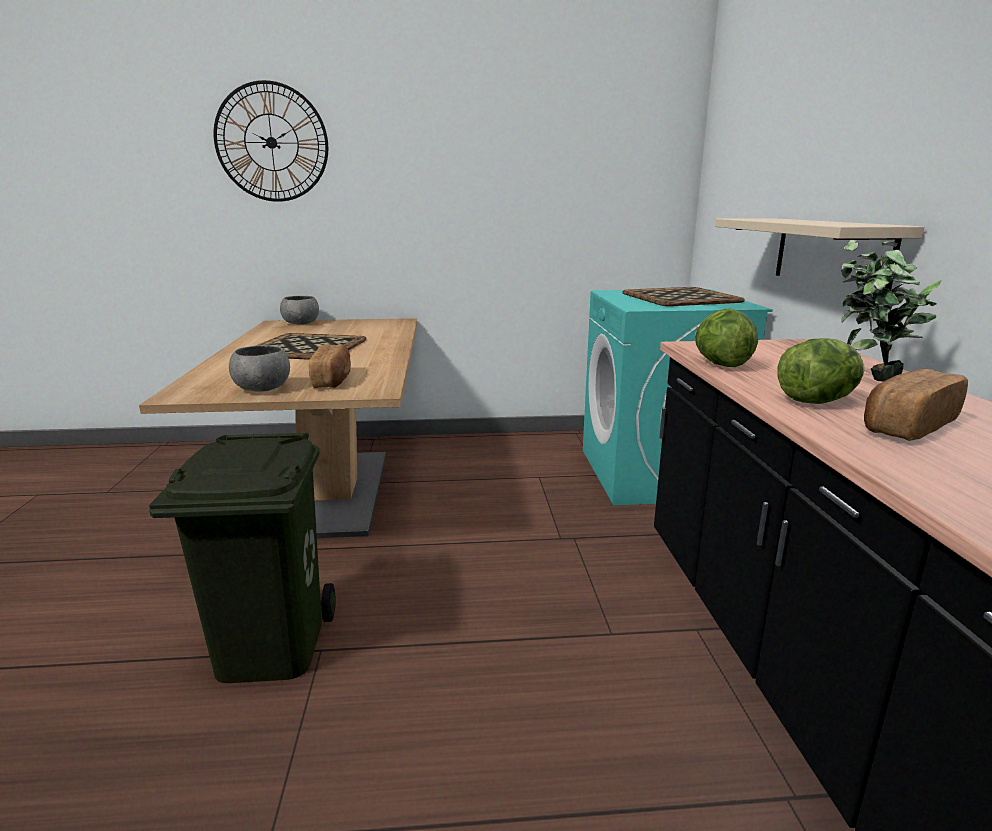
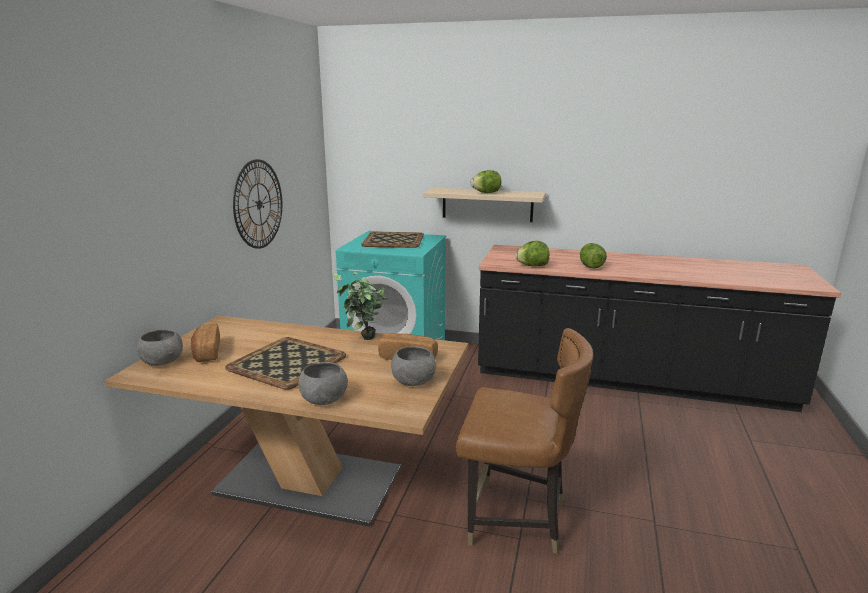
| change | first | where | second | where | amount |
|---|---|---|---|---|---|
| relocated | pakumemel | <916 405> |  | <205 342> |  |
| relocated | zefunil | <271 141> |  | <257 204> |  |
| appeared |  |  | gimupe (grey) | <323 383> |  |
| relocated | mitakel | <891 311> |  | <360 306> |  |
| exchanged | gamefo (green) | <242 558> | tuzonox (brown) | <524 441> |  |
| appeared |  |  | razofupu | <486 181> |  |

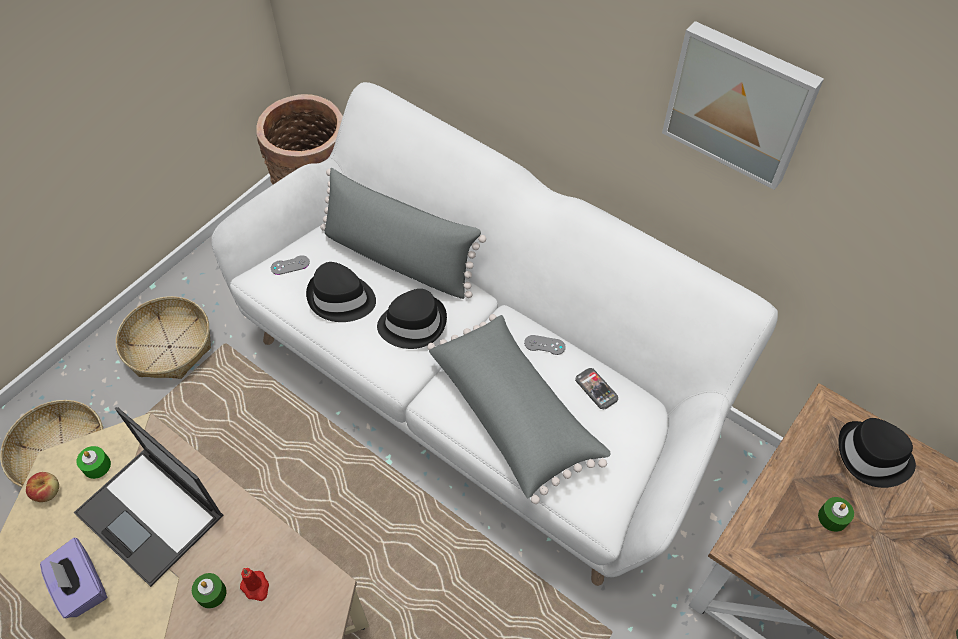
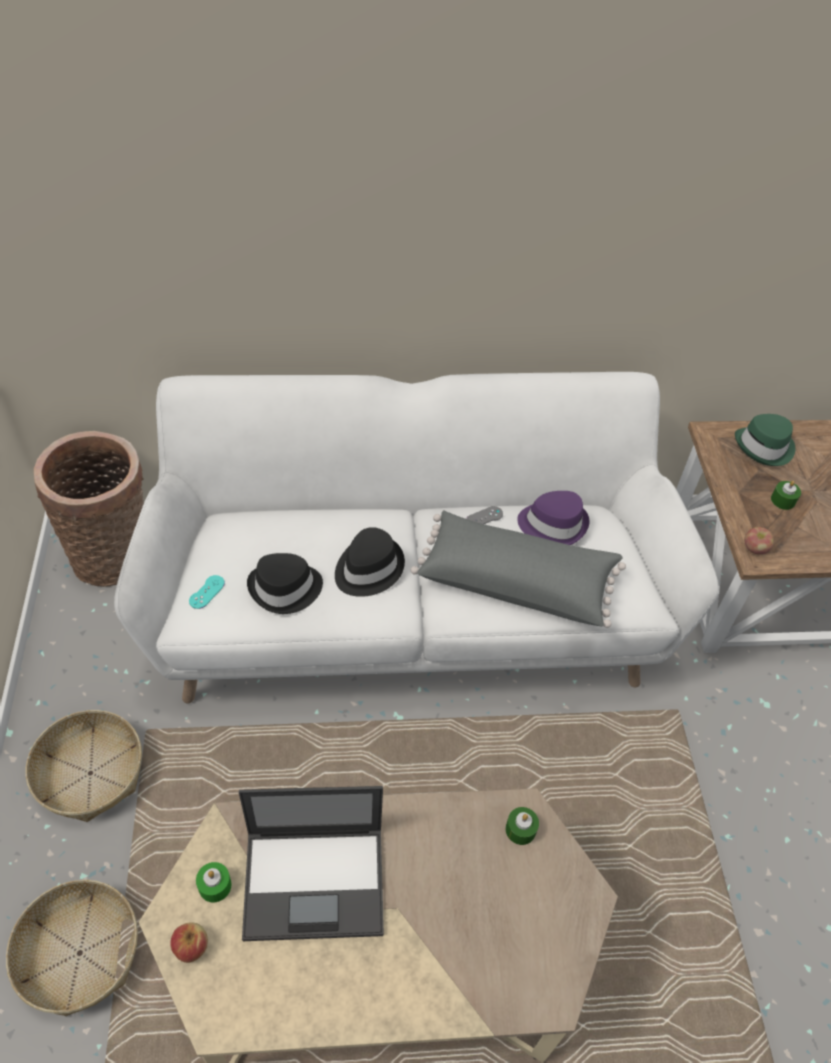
| change | first | where | second | where | amount |
|---|---|---|---|---|---|
| colour | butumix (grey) | <290 265> | butumix (turquoise) | <207 592> |  |
| relocated | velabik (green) | <209 591> |  | <522 826> |  |
| exchanged | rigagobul | <596 388> | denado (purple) | <553 518> |  |
| colour | denado (black) | <877 453> | denado (green) | <765 440> |  |
| appeared |  |  | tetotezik | <759 540> |  |
| missing | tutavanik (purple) | <73 578> |  |  |  |
| missing | velabik (red) | <254 584> |  |  |  |
| missing | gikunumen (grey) | <403 233> |  |  |  |
| missing | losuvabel | <743 105> |  |  |  |

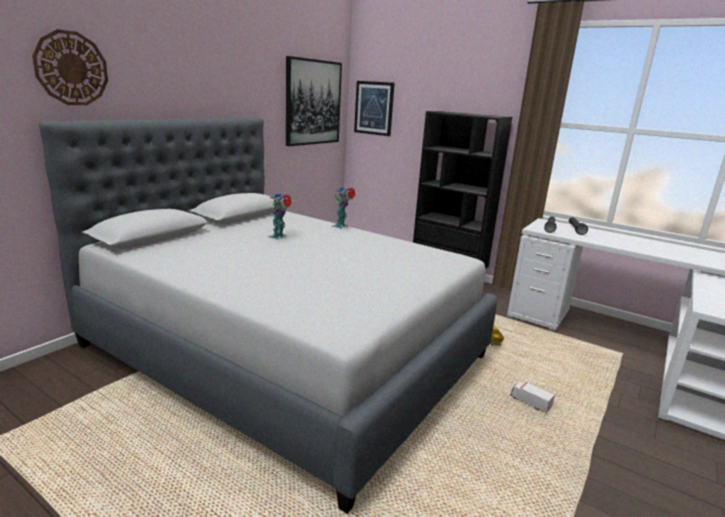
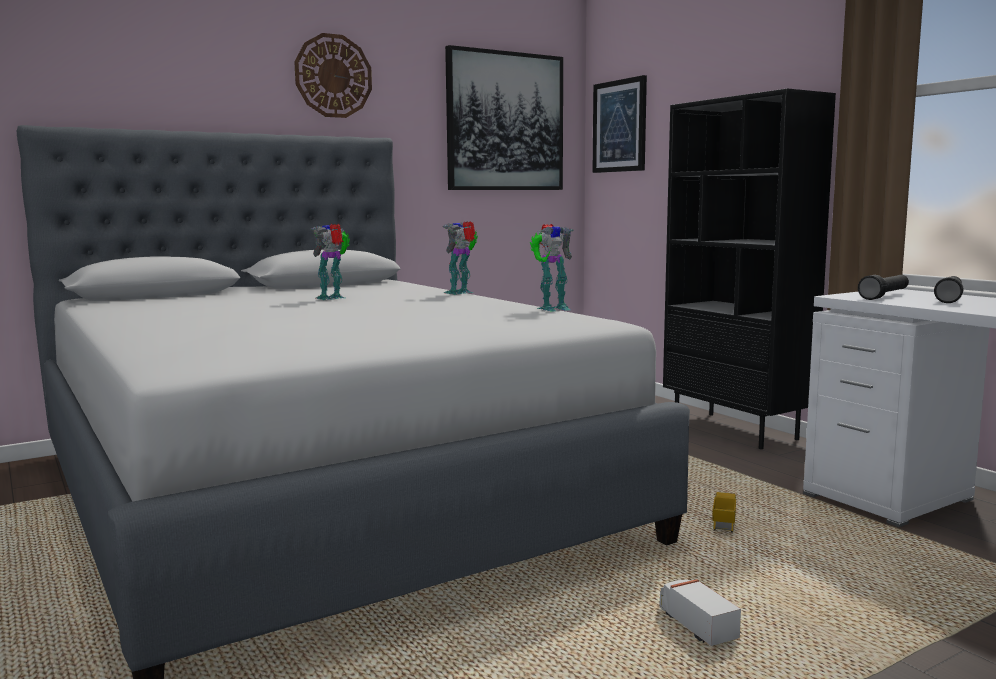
| change | first | where | second | where | amount |
|---|---|---|---|---|---|
| relocated | zefunil | <70 67> |  | <333 75> |  |
| appeared |  |  | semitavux | <552 267> |  |

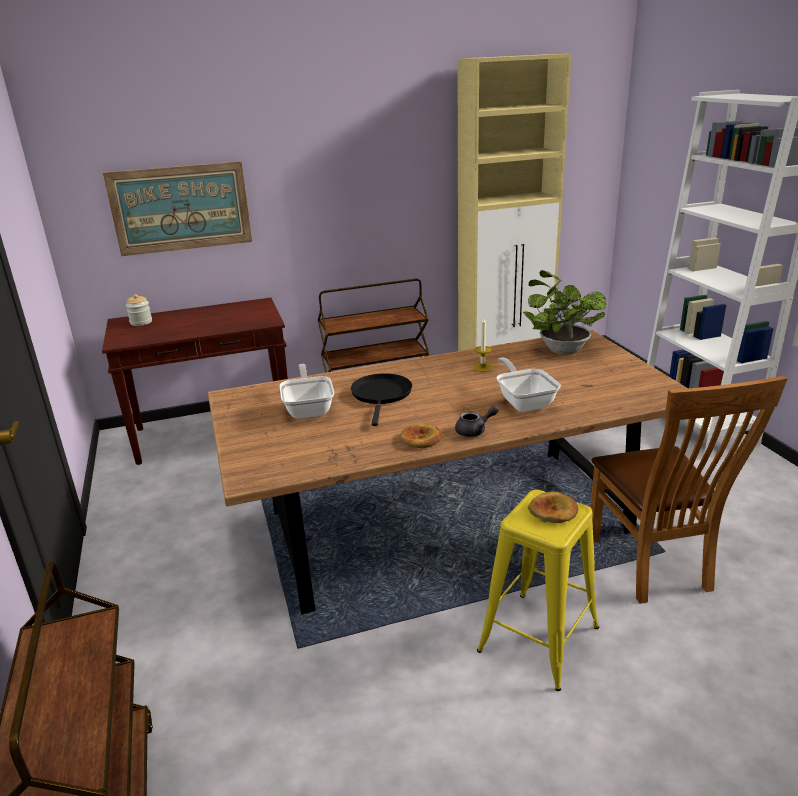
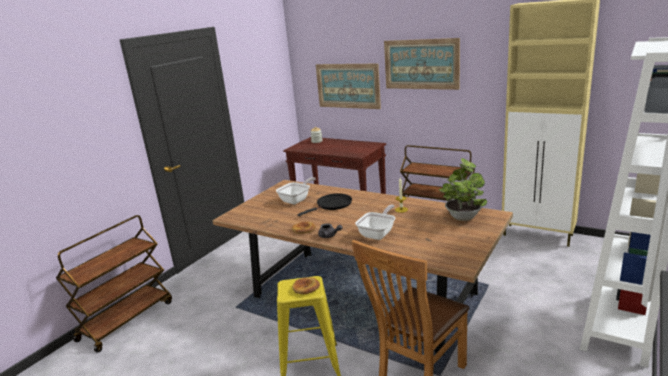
| change | first | where | second | where | amount |
|---|---|---|---|---|---|
| appeared |  |  | losuvabel | <422 64> |  |

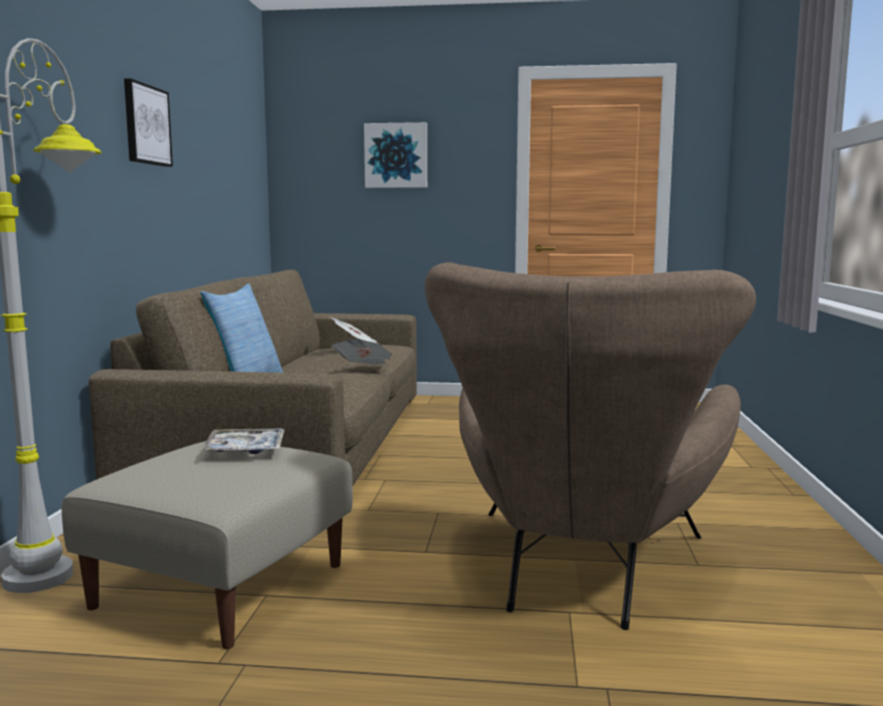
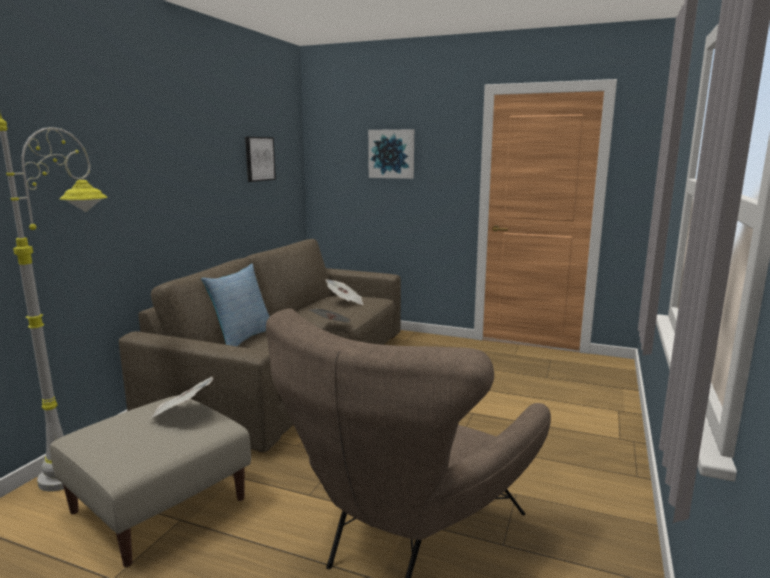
| change | first | where | second | where | amount |
|---|---|---|---|---|---|
| exchanged | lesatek | <243 441> | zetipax | <181 398> |  |
| relocated | losuvabel | <148 122> |  | <260 159> |  |

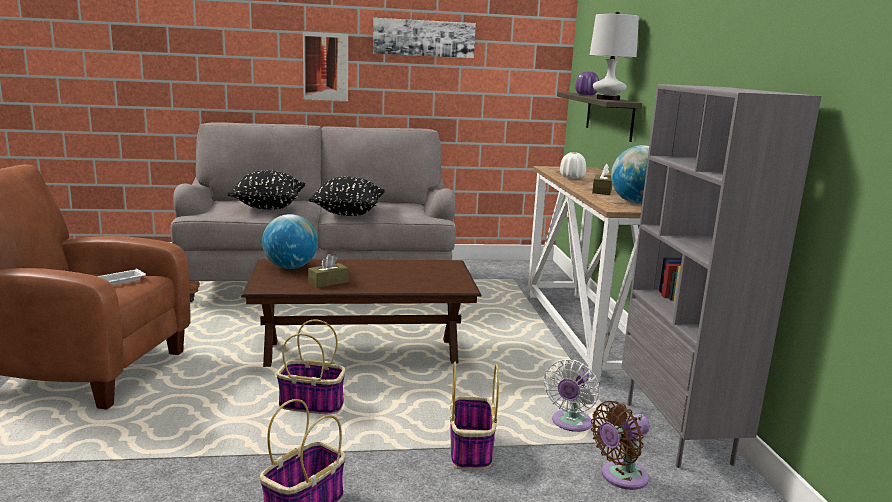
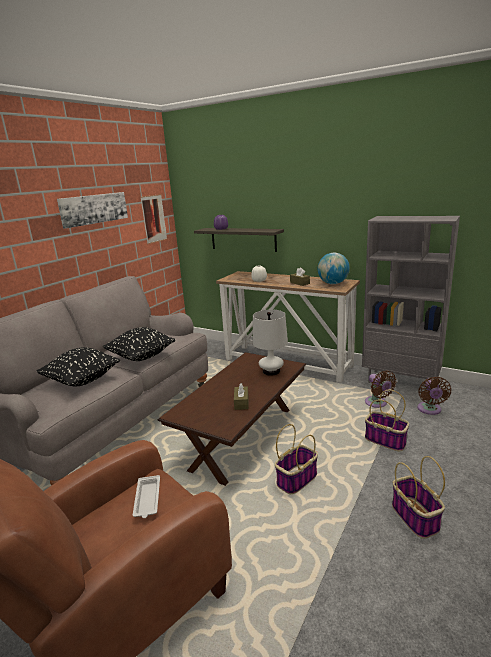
| change | first | where | second | where | amount |
|---|---|---|---|---|---|
| relocated | losuvabel | <325 66> |  | <153 219> |  |
| relocated | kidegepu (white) | <614 56> |  | <270 343> |  |
| colour | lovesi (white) | <571 395> | lovesi (brown) | <381 389> |  |
| missing | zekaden | <290 241> |  |  |  |

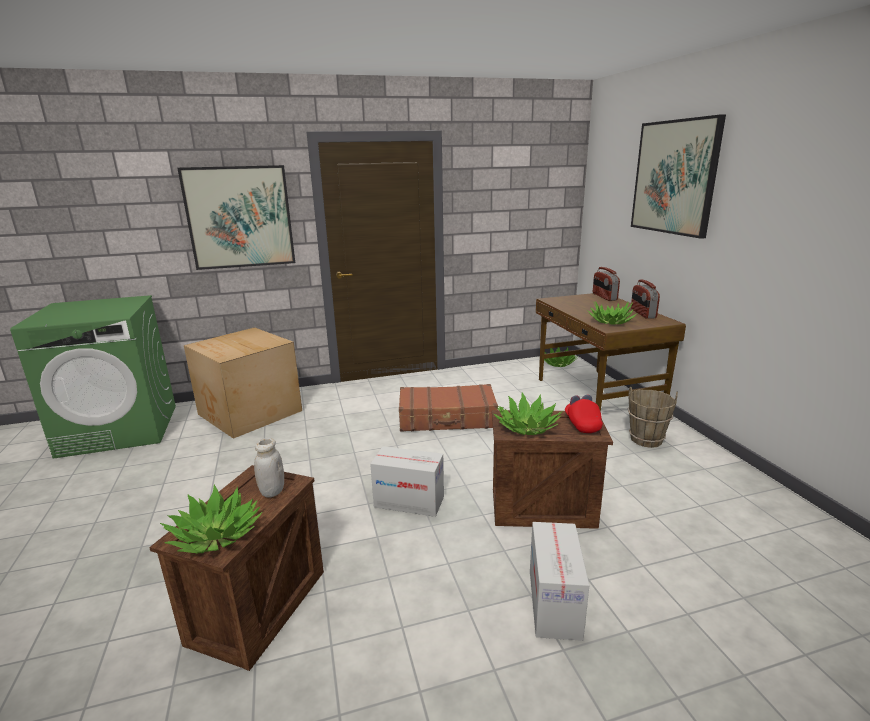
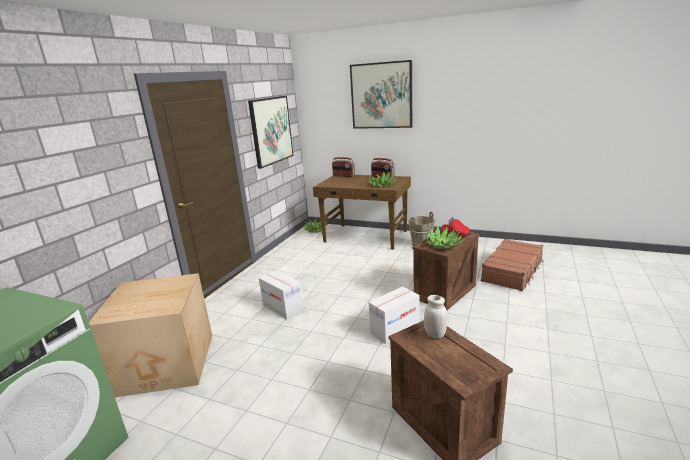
| change | first | where | second | where | amount |
|---|---|---|---|---|---|
| relocated | losuvabel | <236 217> |  | <271 132> |  |
| relocated | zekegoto | <559 581> |  | <281 294> |  |
| relocated | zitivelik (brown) | <448 408> |  | <512 265> |  |
| missing | mitakel | <211 519> |  |  |  |

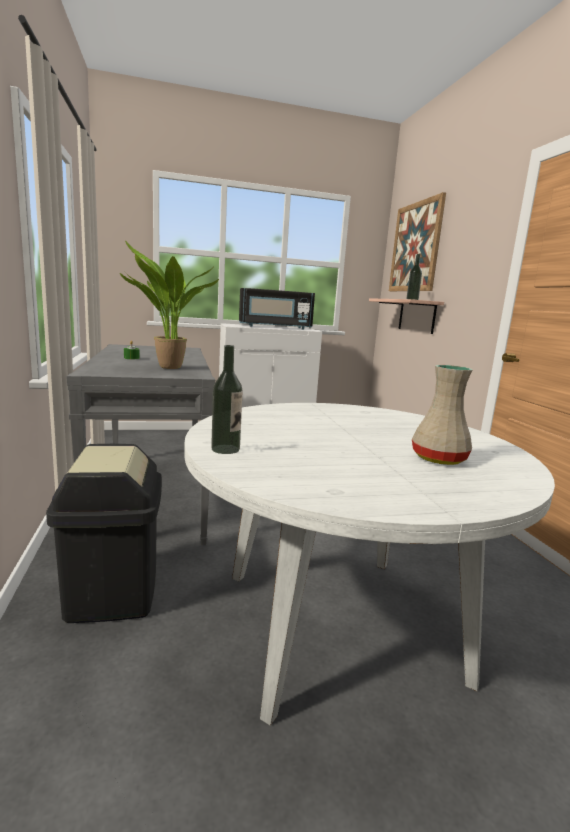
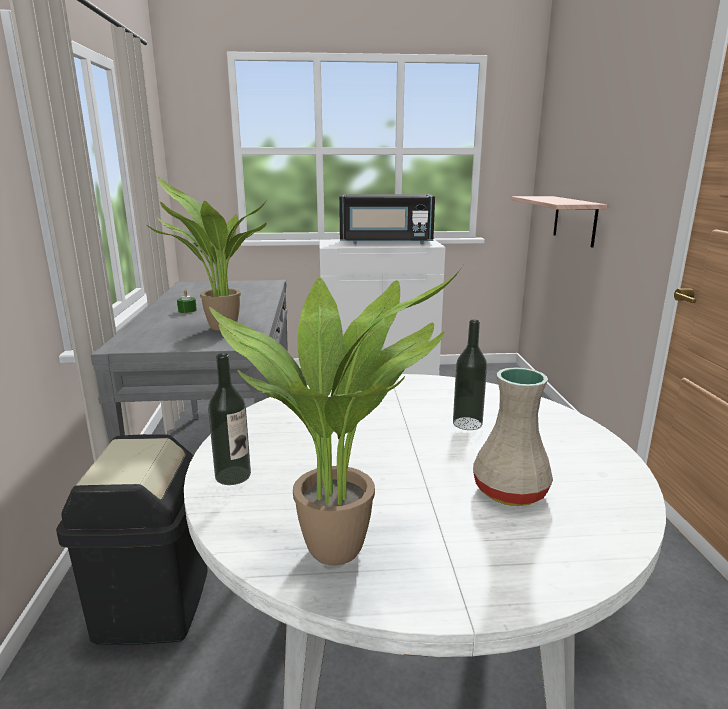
| change | first | where | second | where | amount |
|---|---|---|---|---|---|
| appeared |  |  | mitakel | <336 415> |  |
| relocated | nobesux | <414 277> |  | <470 375> |  |
| missing | losuvabel | <417 241> |  |  |  |

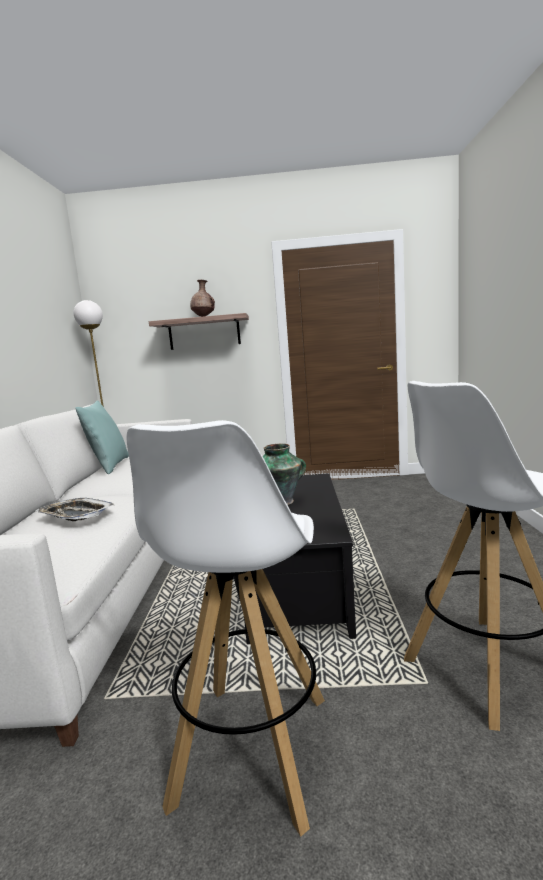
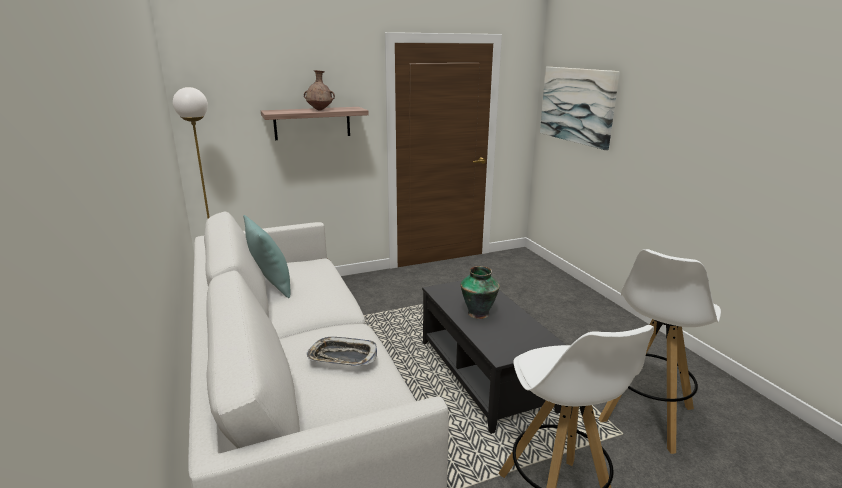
| change | first | where | second | where | amount |
|---|---|---|---|---|---|
| appeared |  |  | losuvabel | <580 108> |  |

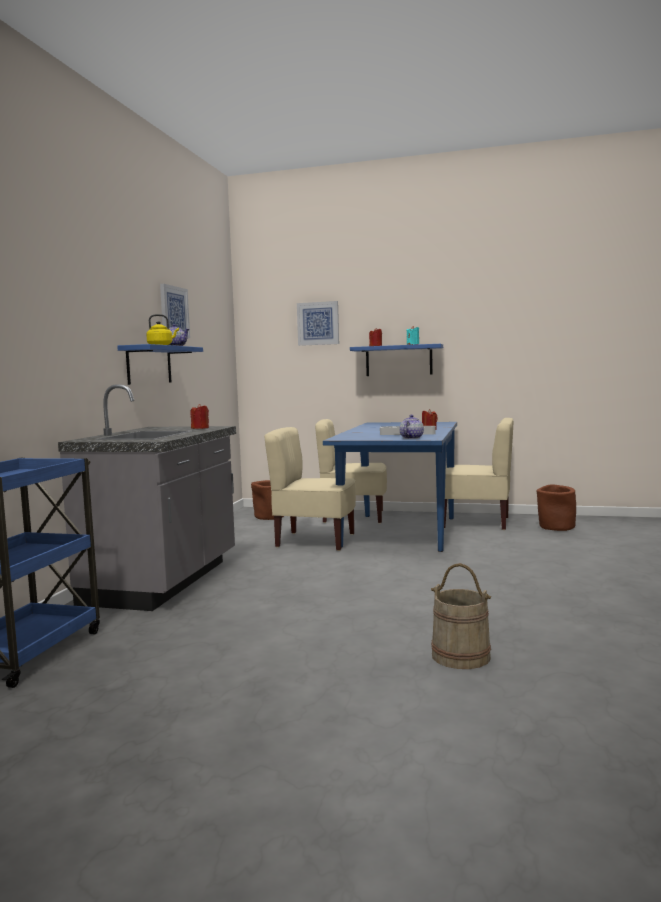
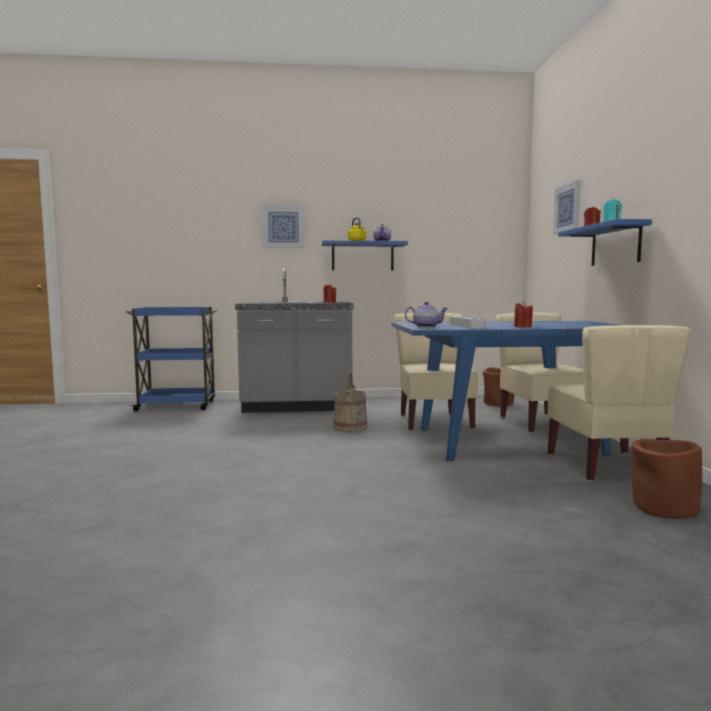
| change | first | where | second | where | amount |
|---|---|---|---|---|---|
| relocated | losuvabel | <175 311> |  | <283 226> |  |
| relocated | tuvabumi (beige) | <461 616> |  | <350 402> |  |

